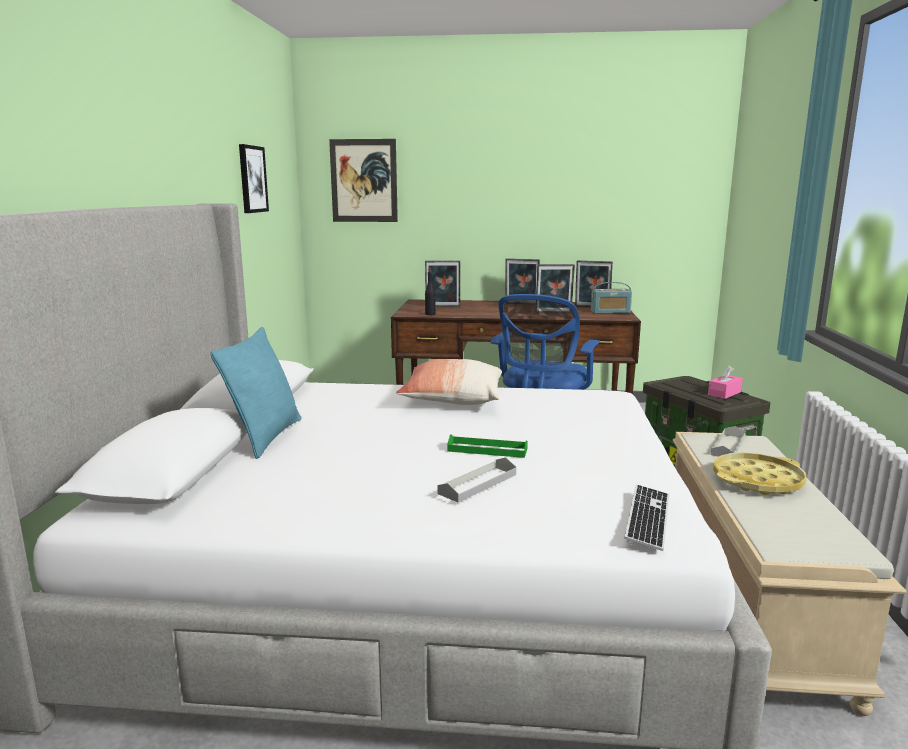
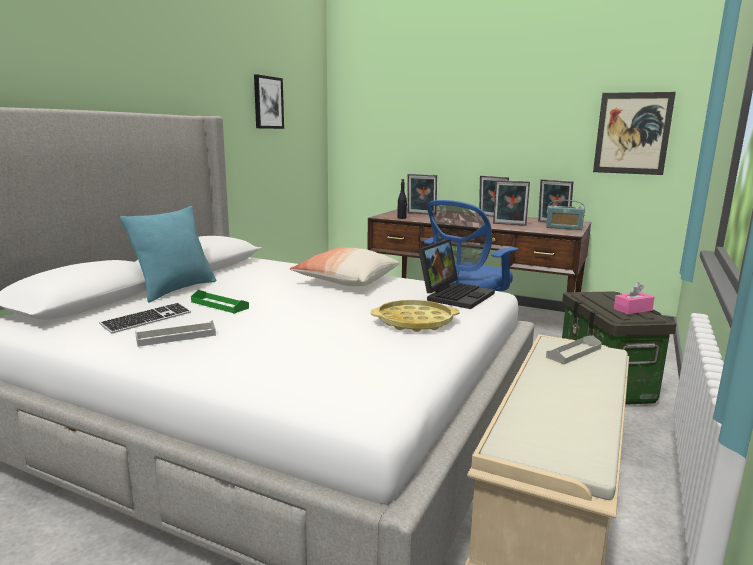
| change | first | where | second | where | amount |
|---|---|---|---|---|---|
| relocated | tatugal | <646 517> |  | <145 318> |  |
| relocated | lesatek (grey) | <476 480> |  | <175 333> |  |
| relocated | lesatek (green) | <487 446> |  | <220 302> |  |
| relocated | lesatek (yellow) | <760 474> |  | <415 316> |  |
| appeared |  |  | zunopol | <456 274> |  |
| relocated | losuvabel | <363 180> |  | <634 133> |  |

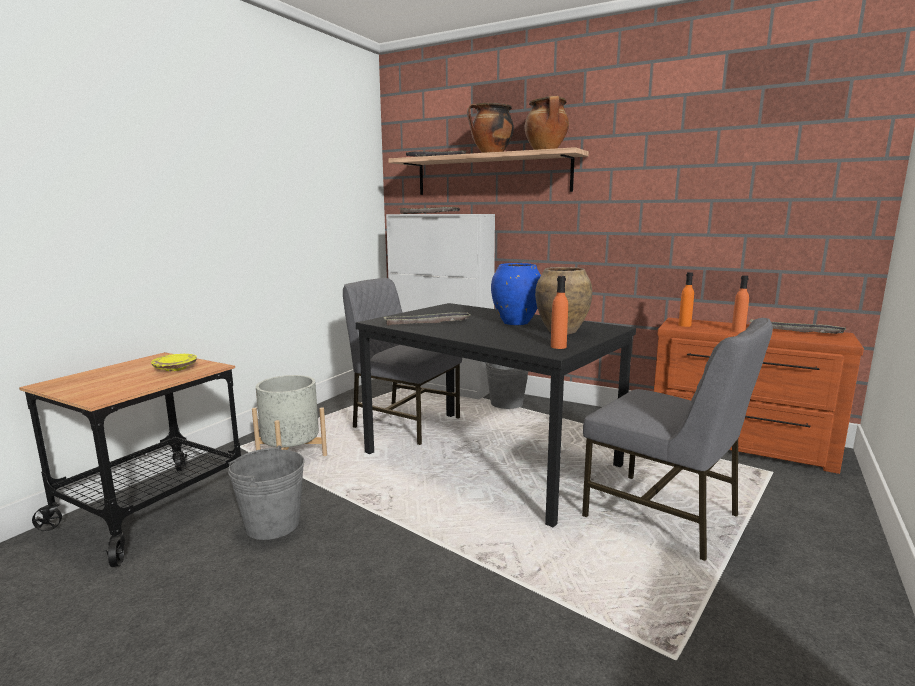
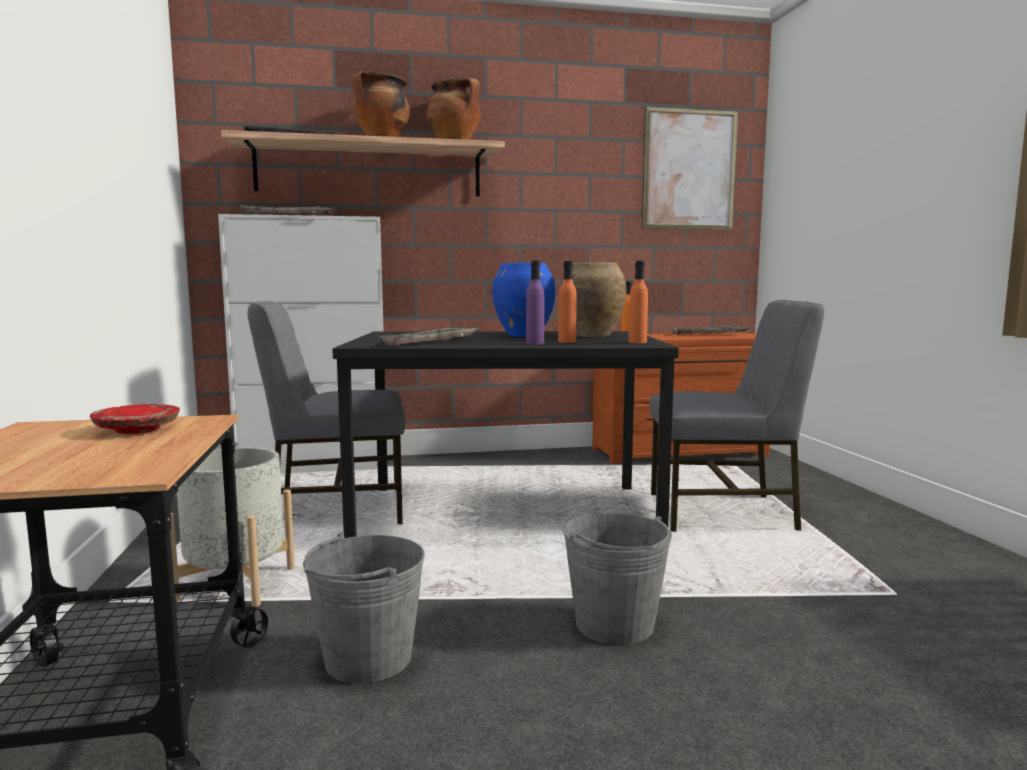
| change | first | where | second | where | amount |
|---|---|---|---|---|---|
| colour | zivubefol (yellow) | <174 362> | zivubefol (red) | <135 419> |  |
| appeared |  |  | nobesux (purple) | <535 302> |  |
| relocated | nobesux (orange) | <740 304> |  | <567 302> |  |
| relocated | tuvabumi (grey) | <506 385> |  | <617 579> |  |
| appeared |  |  | losuvabel | <690 168> |  |

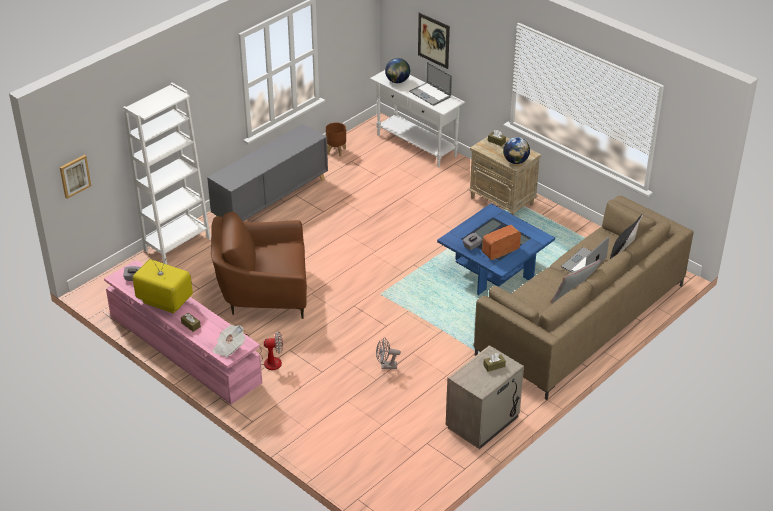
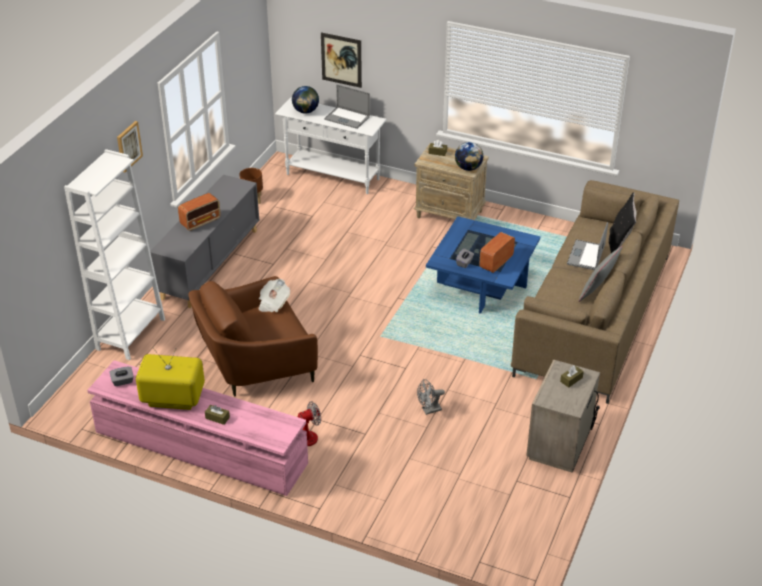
| change | first | where | second | where | amount |
|---|---|---|---|---|---|
| relocated | losuvabel | <75 177> |  | <130 146> |  |
| appeared |  |  | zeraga | <199 212> |  |
| relocated | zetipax | <228 341> |  | <274 295> |  |

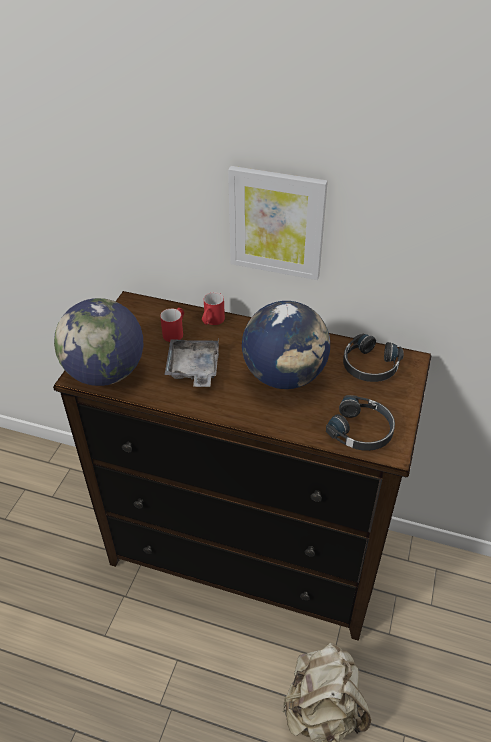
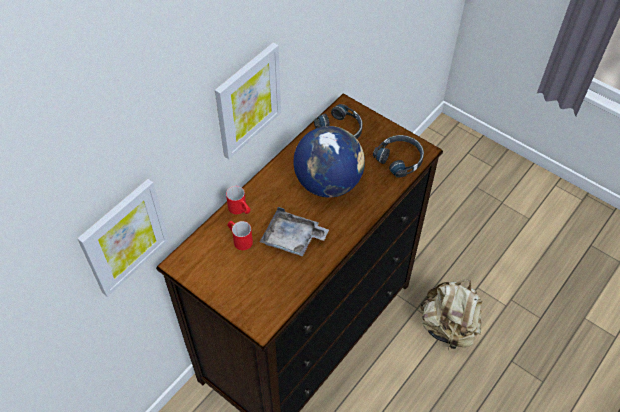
| change | first | where | second | where | amount |
|---|---|---|---|---|---|
| appeared |  |  | losuvabel | <123 238> |  |
| missing | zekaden | <98 342> |  |  |  |

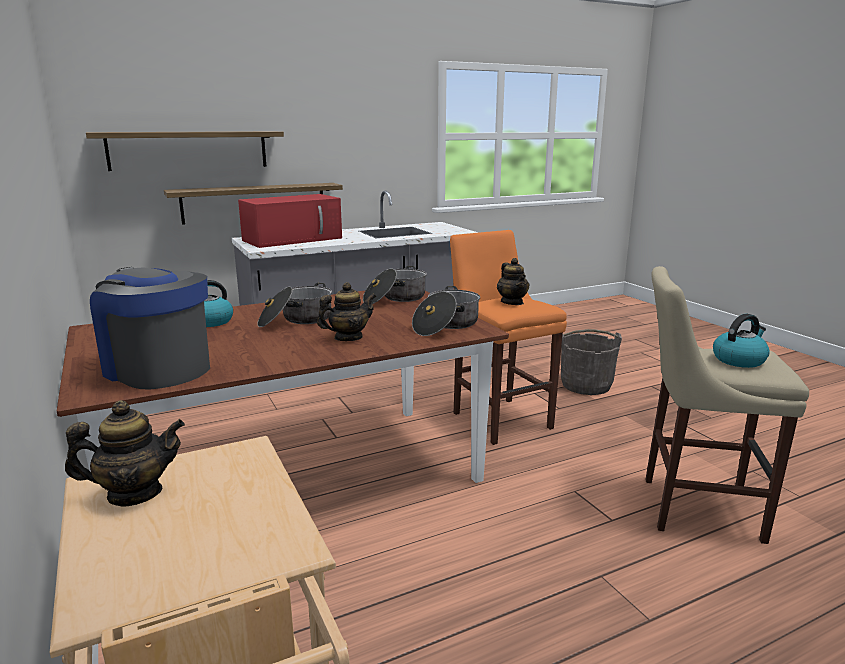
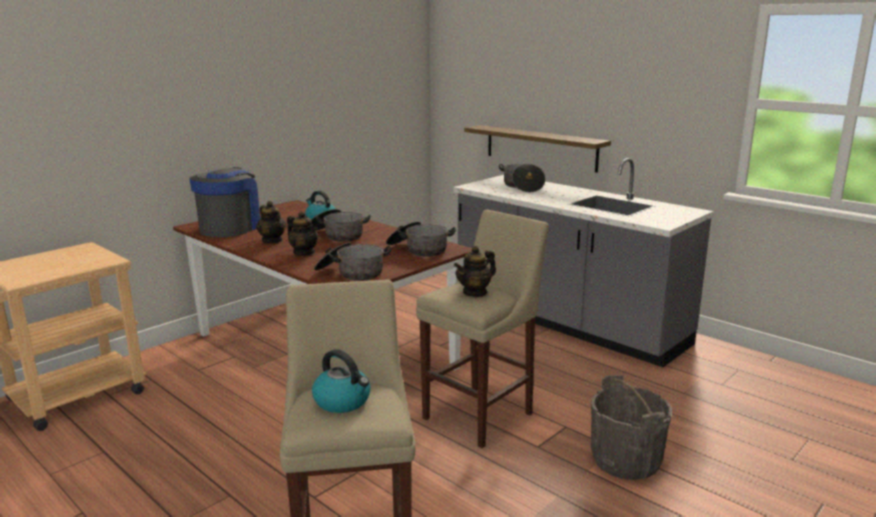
| change | first | where | second | where | amount |
|---|---|---|---|---|---|
| relocated | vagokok | <125 453> |  | <271 222> |  |
| colour | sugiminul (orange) | <508 337> | sugiminul (beige) | <482 329> |  |
| exchanged | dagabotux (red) | <290 221> | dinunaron | <522 178> |  |
| missing | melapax | <185 151> |  |  |  |

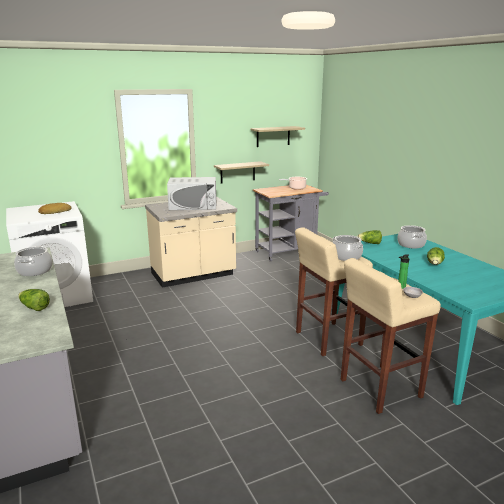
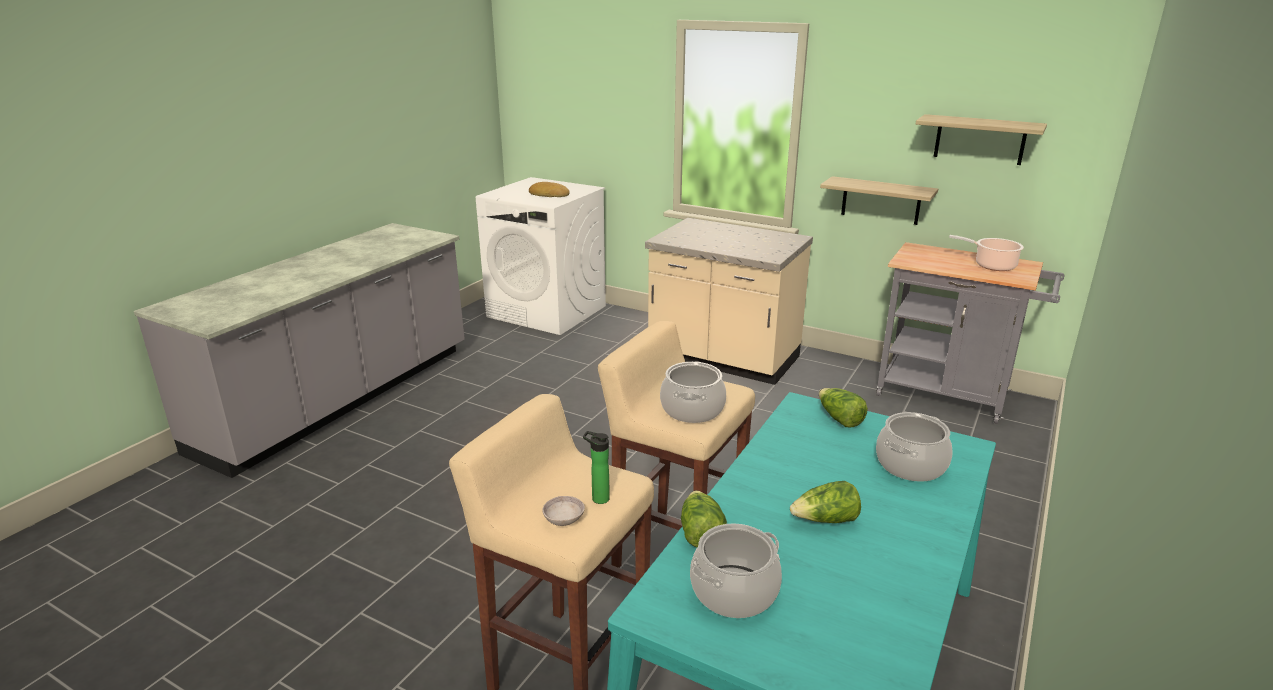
| change | first | where | second | where | amount |
|---|---|---|---|---|---|
| relocated | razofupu | <34 300> |  | <704 518> |  |
| relocated | dinunaron | <33 261> |  | <736 570> |  |
| missing | dagabotux (white) | <191 193> |  |  |  |

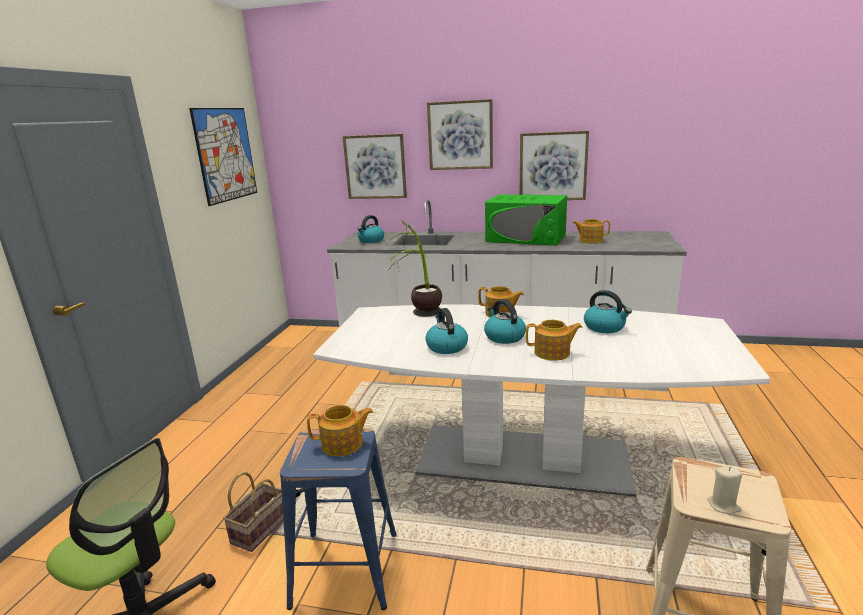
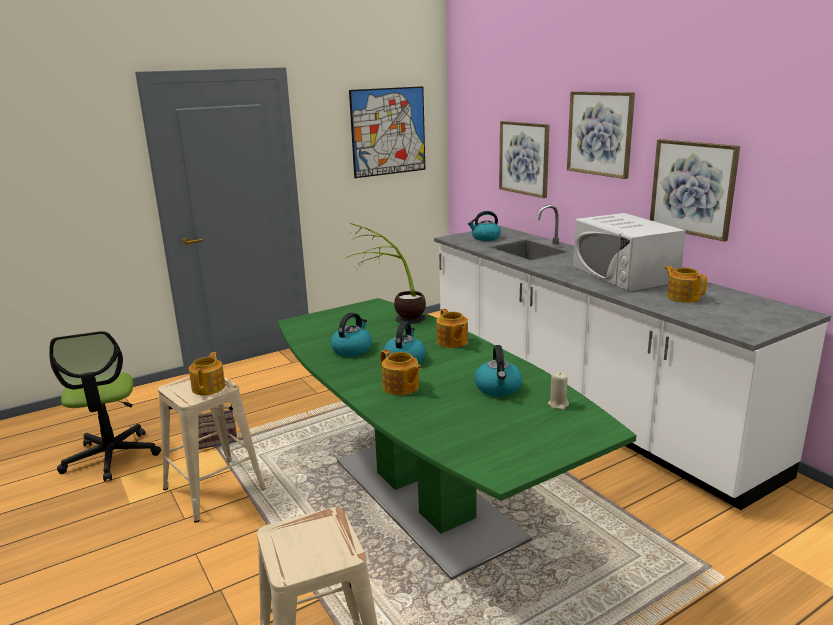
| change | first | where | second | where | amount |
|---|---|---|---|---|---|
| colour | sugiminul (blue) | <338 519> | sugiminul (beige) | <212 449> |  |
| spun | vagokok | <340 430> |  | <207 373> | 120 degrees counterclockwise |
| colour | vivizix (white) | <541 400> | vivizix (green) | <457 439> |  |
| relocated | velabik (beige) | <725 490> |  | <558 391> |  |
| colour | dagabotux (green) | <526 219> | dagabotux (white) | <629 252> |  |

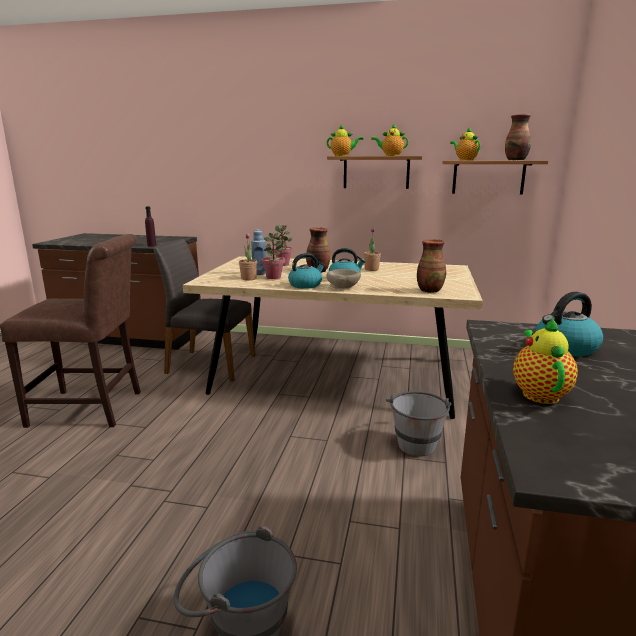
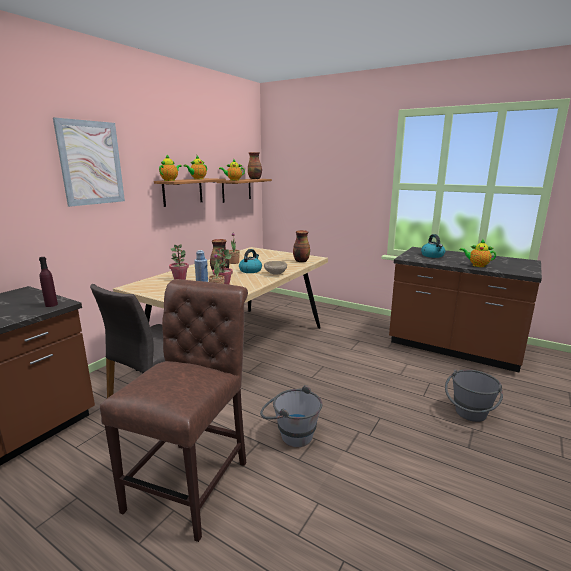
| change | first | where | second | where | amount |
|---|---|---|---|---|---|
| appeared |  |  | losuvabel | <89 162> |  |
| relocated | tuvabumi (grey) | <419 423> |  | <291 416> |  |
| missing | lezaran | <306 271> |  |  |  |

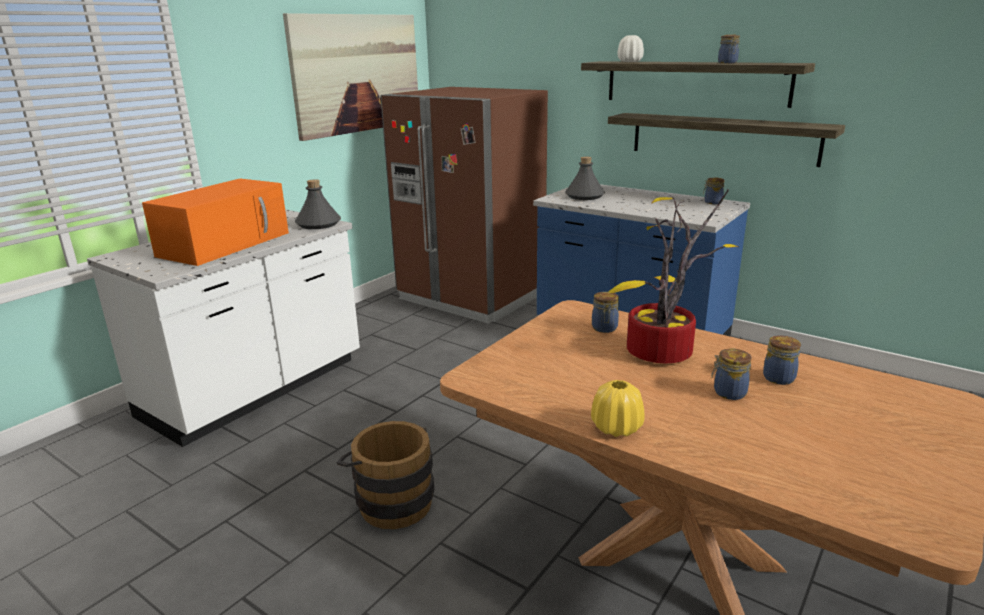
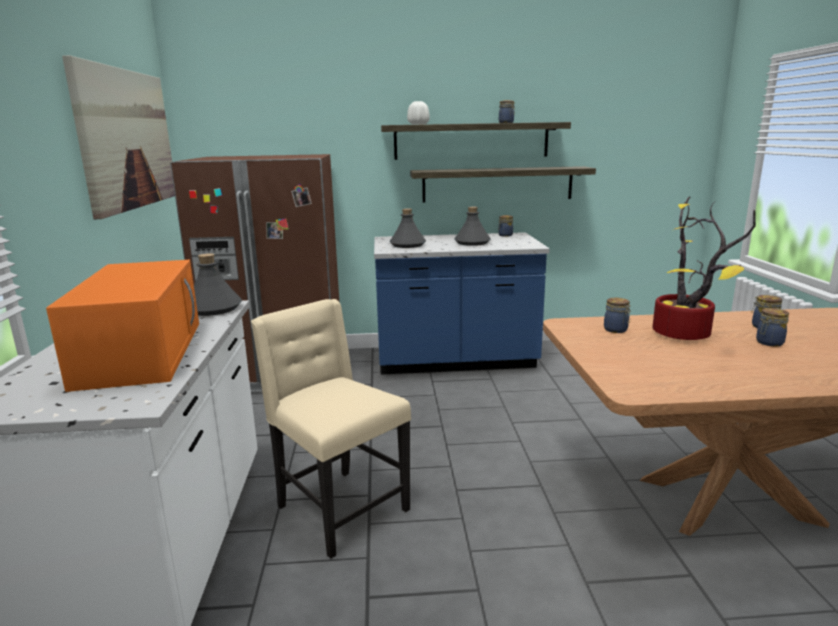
| change | first | where | second | where | amount |
|---|---|---|---|---|---|
| appeared |  |  | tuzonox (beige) | <331 429> |  |
| appeared |  |  | nobesux (grey) | <472 226> |  |
| missing | tuvabumi (brown) | <385 475> |  |  |  |
| missing | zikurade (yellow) | <618 408> |  |  |  |

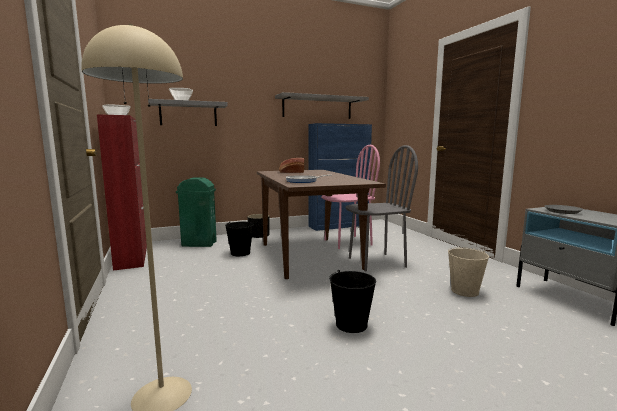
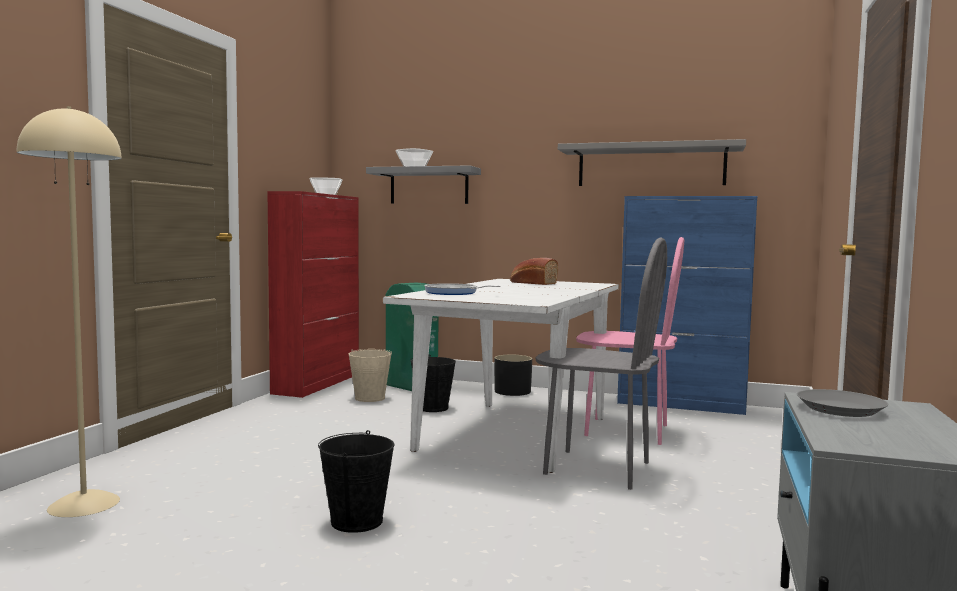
| change | first | where | second | where | amount |
|---|---|---|---|---|---|
| relocated | tuvabumi (beige) | <468 272> |  | <370 375> |  |
| colour | vivizix (brown) | <321 224> | vivizix (white) | <501 376> |  |

